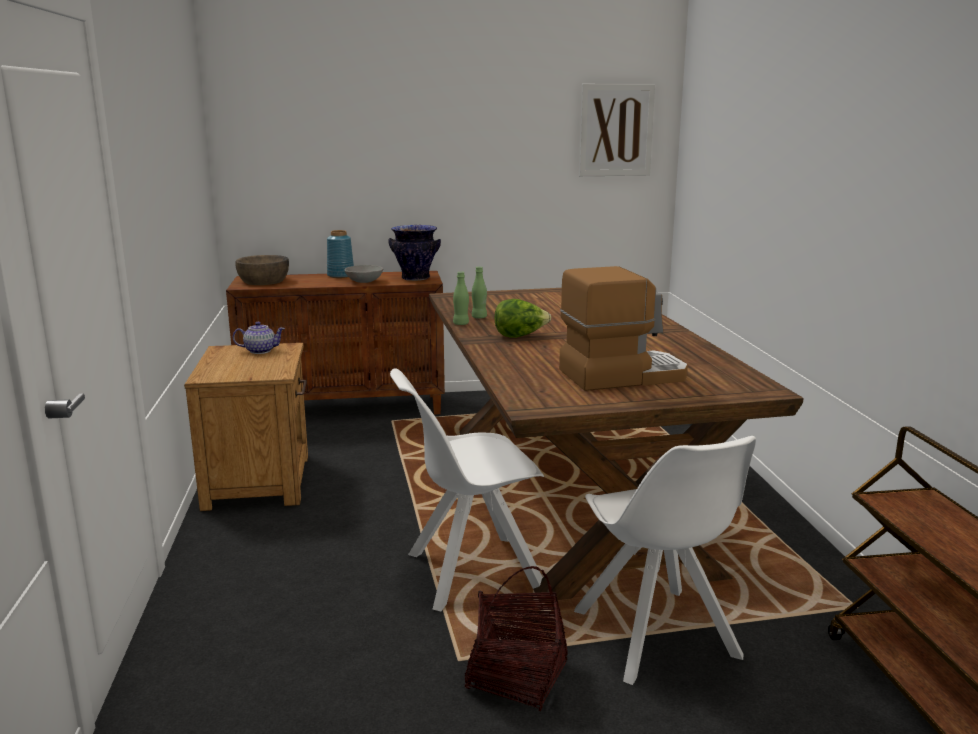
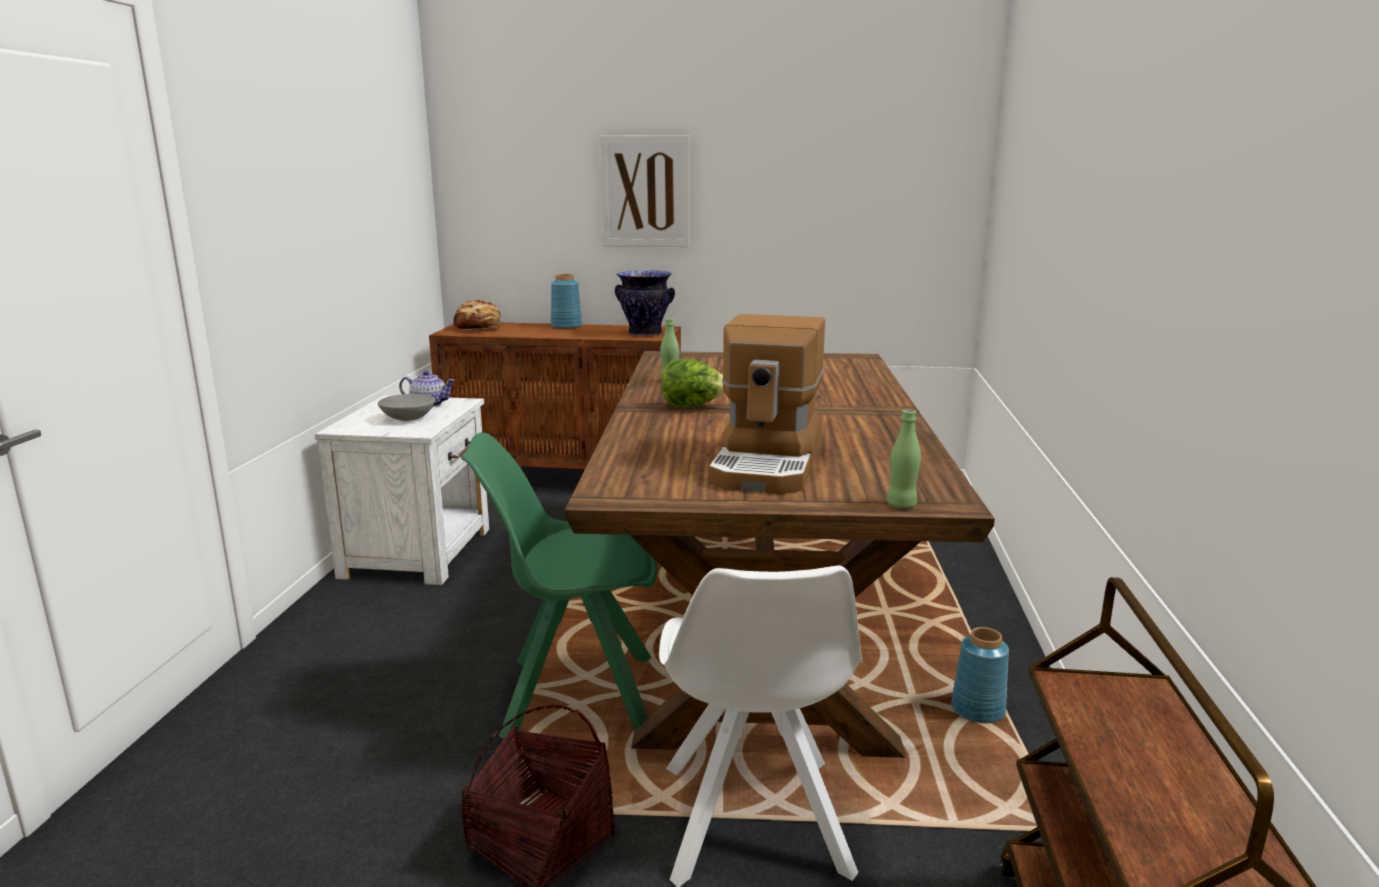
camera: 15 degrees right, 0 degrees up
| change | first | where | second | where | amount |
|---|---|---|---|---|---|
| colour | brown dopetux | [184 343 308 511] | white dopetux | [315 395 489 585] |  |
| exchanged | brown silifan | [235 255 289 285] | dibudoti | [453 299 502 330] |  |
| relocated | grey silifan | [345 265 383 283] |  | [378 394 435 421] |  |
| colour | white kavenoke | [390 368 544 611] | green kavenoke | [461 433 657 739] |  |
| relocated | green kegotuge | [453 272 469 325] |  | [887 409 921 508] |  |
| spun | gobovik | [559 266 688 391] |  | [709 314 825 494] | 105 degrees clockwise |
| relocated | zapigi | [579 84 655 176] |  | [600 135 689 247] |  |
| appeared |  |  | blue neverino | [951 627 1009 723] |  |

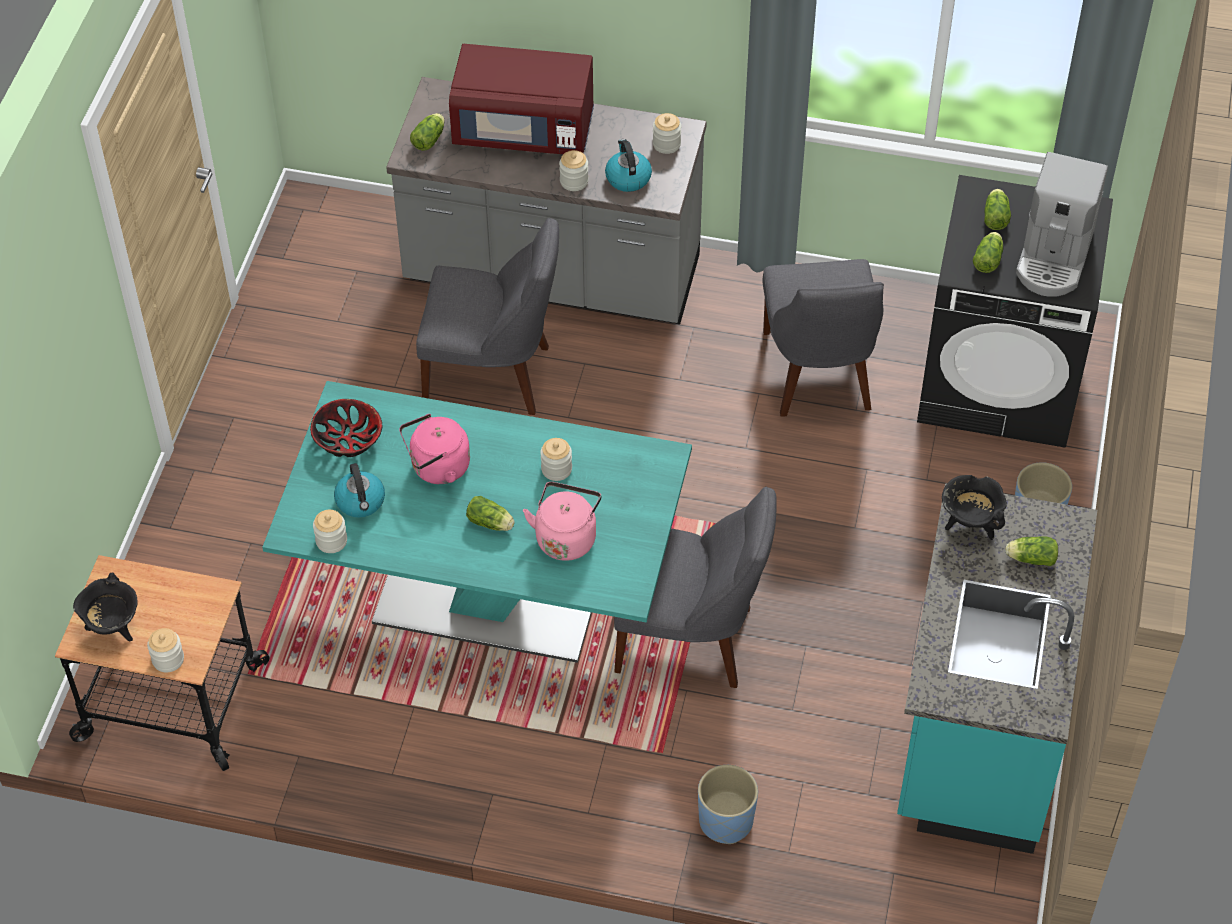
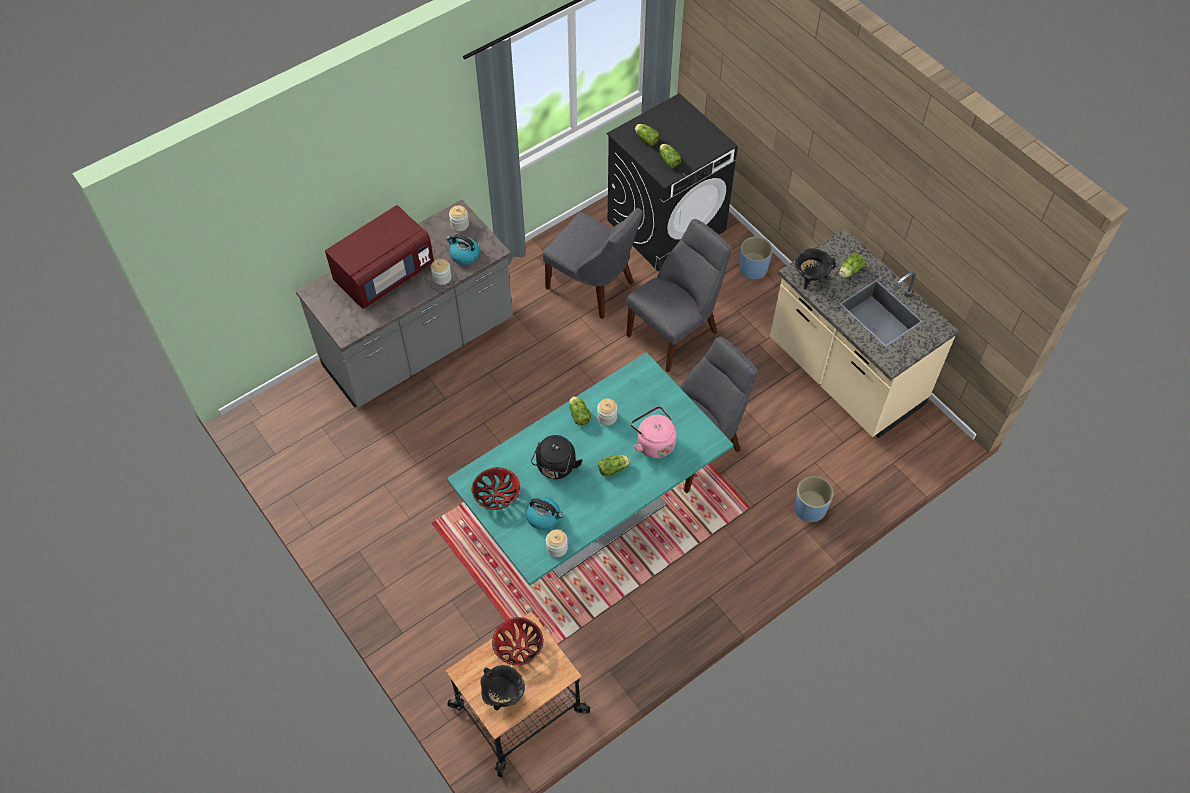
camera: 50 degrees left, 5 degrees up
| change | first | where | second | where | amount |
|---|---|---|---|---|---|
| missing | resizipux | [147 628 184 672] |  |  |  |
| colour | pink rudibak | [399 414 470 484] | black rudibak | [531 435 583 479] |  |
| relocated | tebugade | [410 113 445 151] |  | [569 396 591 426] |  |
| relocated | grey kavenoke | [416 218 559 415] |  | [626 219 731 372] |  |
| colour | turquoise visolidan | [897 483 1097 854] | beige visolidan | [770 229 959 438] |  |
| missing | gobovik | [1016 152 1108 297] |  |  |  |
| appeared |  |  | silifan | [492 617 543 665] |  |

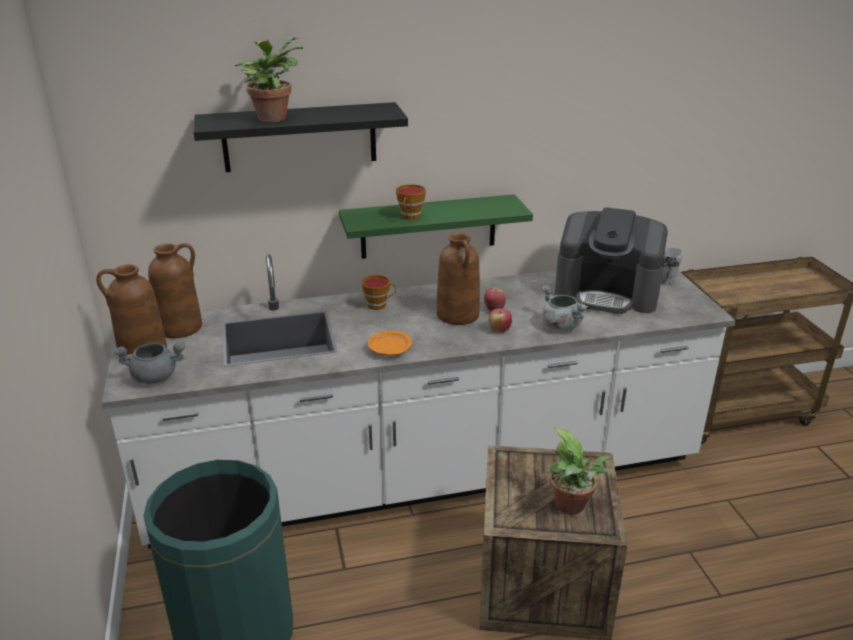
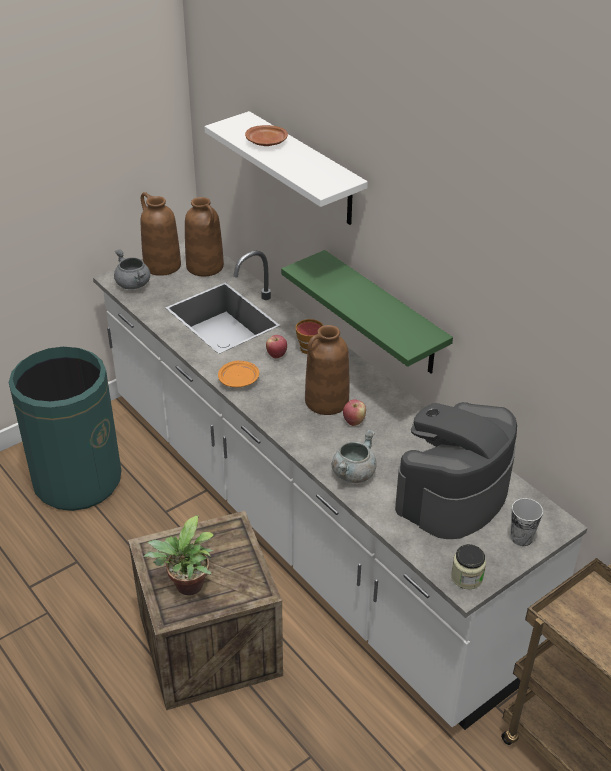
camera: 65 degrees right, 10 degrees up
| change | first | where | second | where | amount |
|---|---|---|---|---|---|
| colour | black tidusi | [194 102 408 172] | white tidusi | [204 111 368 225] |  |
| exchanged | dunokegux | [235 36 303 122] | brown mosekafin | [245 125 288 146] |  |
| missing | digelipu | [396 184 426 220] |  |  |  |
| relocated | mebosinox | [488 308 512 333] |  | [266 335 287 358] |  |
| spun | gobovik | [555 207 668 314] |  | [395 402 517 539] | 45 degrees clockwise |
| appeared |  |  | resizipux | [451 544 486 589] |  |

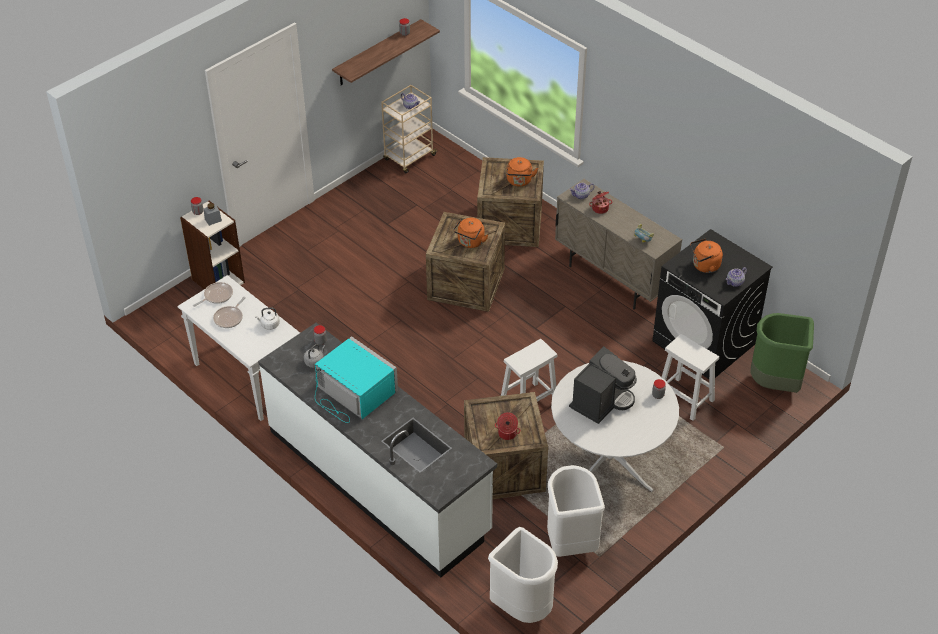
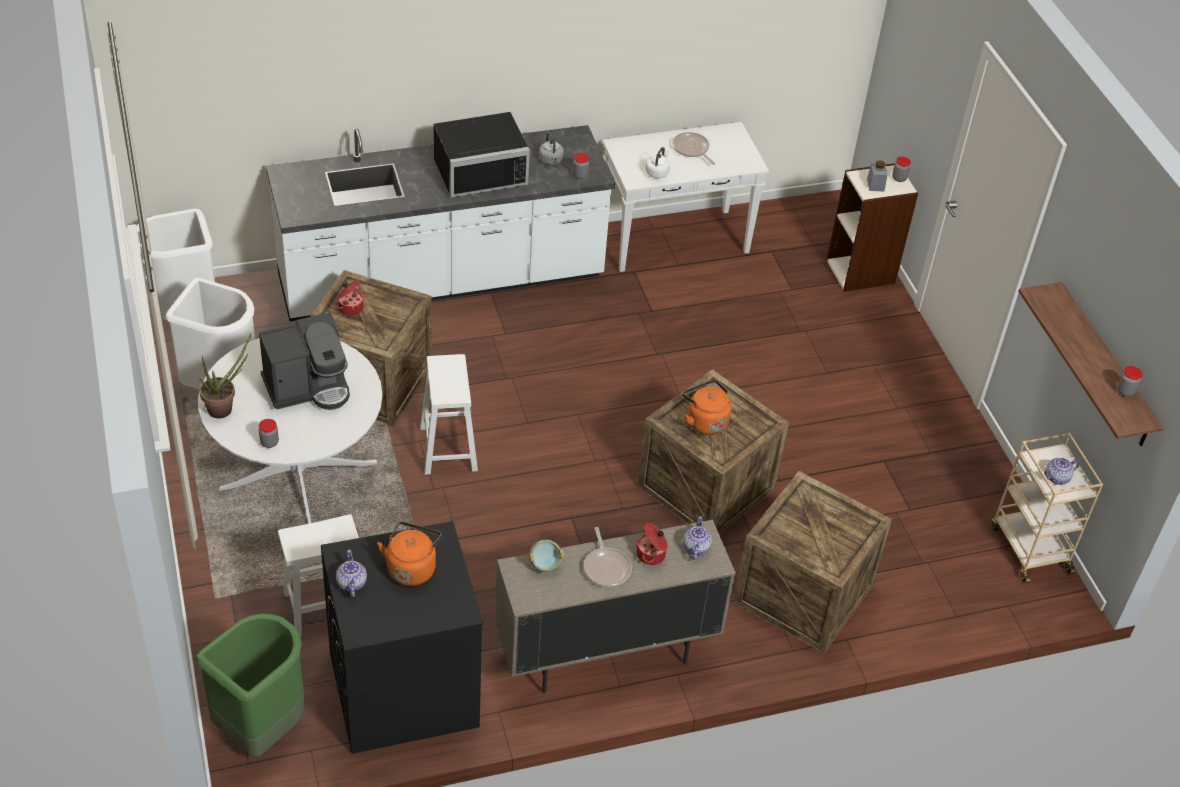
camera: 115 degrees right, 0 degrees up
| change | first | where | second | where | amount |
|---|---|---|---|---|---|
| relocated | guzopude | [193 282 233 307] |  | [584 527 632 587] |  |
| colour | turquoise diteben | [315 336 398 423] | black diteben | [433 112 530 198] |  |
| missing | orange rudibak | [507 157 538 186] |  |  |  |
| spun | gobovik | [569 346 637 424] |  | [259 312 350 410] | 90 degrees counterclockwise |
| appeared |  |  | dunokegux | [200 333 251 418] |  |

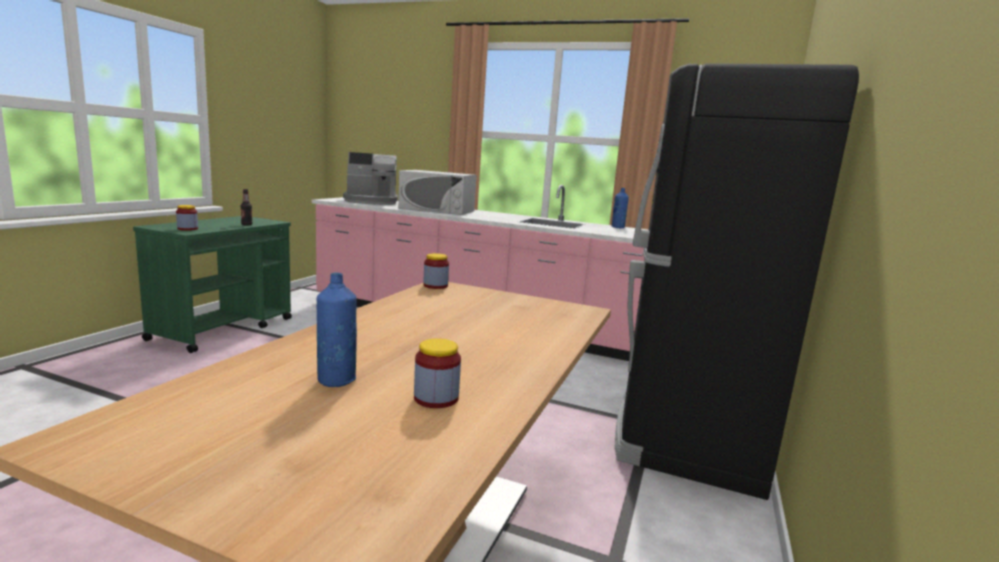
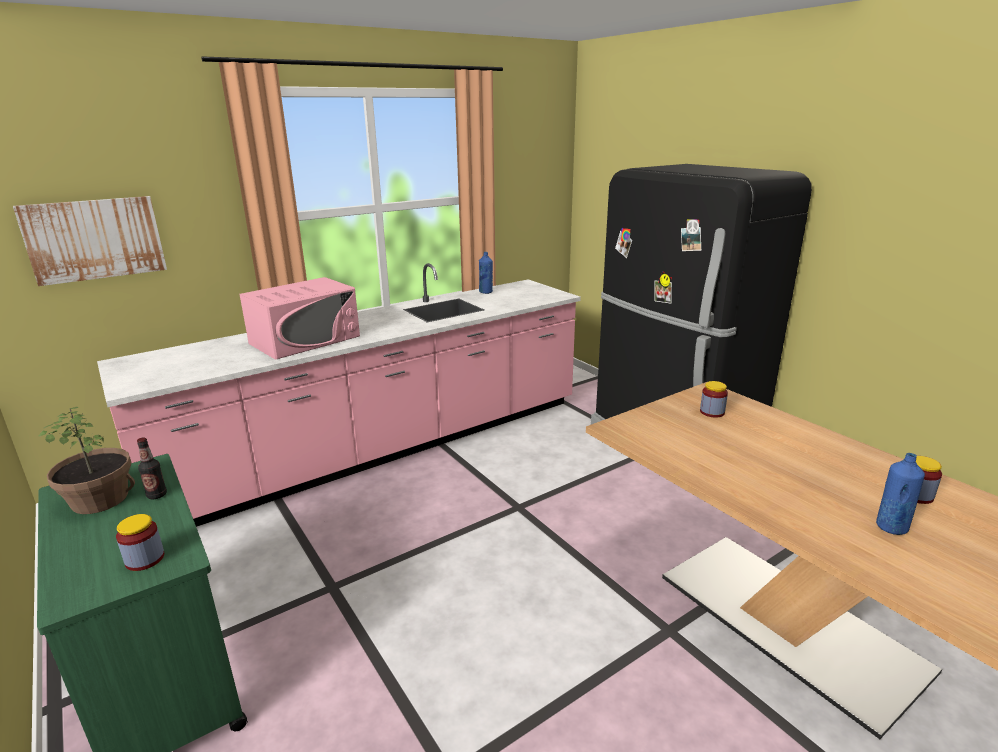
camera: 55 degrees left, 10 degrees up
| change | first | where | second | where | amount |
|---|---|---|---|---|---|
| missing | gobovik | [343 152 398 205] |  |  |  |
| colour | white diteben | [398 170 476 215] | pink diteben | [240 277 360 360] |  |
| relocated | resizipux | [423 253 449 289] |  | [700 381 728 418] |  |
| appeared |  |  | zapigi | [13 196 167 286] |  |
| appeared |  |  | dunokegux | [39 407 135 514] |  |

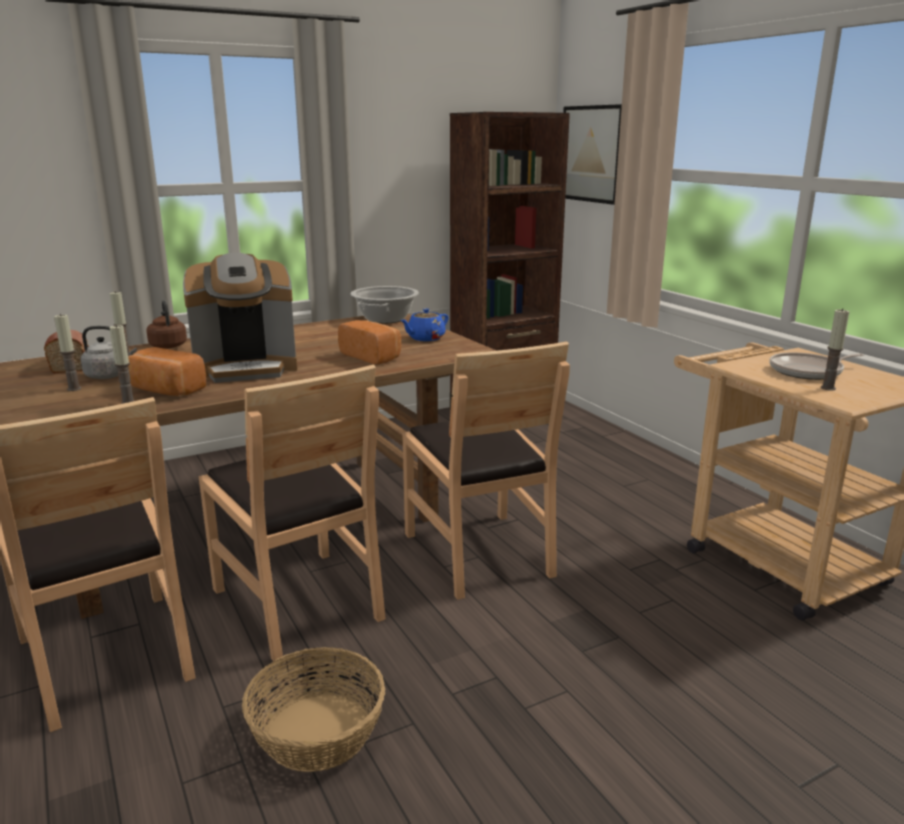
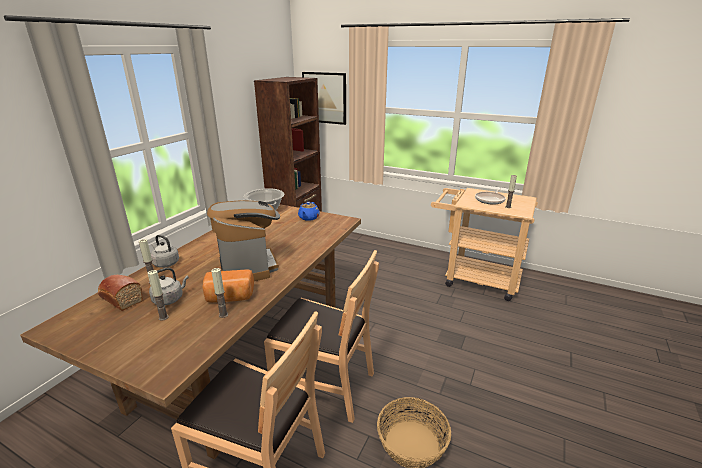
camera: 35 degrees left, 5 degrees up
| change | first | where | second | where | amount |
|---|---|---|---|---|---|
| colour | brown rudibak | [146 300 187 349] | grey rudibak | [151 235 179 268] |  |
| spun | gobovik | [183 253 298 383] |  | [207 200 280 281] | 60 degrees counterclockwise |
| missing | dibudoti | [338 320 401 364] |  |  |  |
| missing | brown kavenoke | [402 342 570 600] |  |  |  |

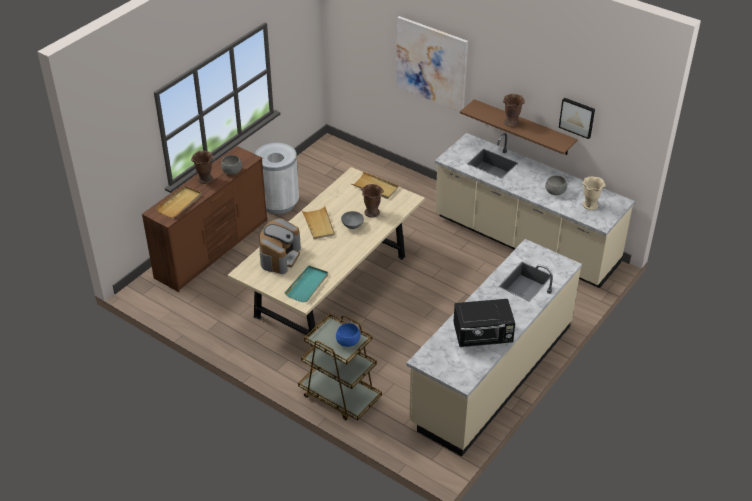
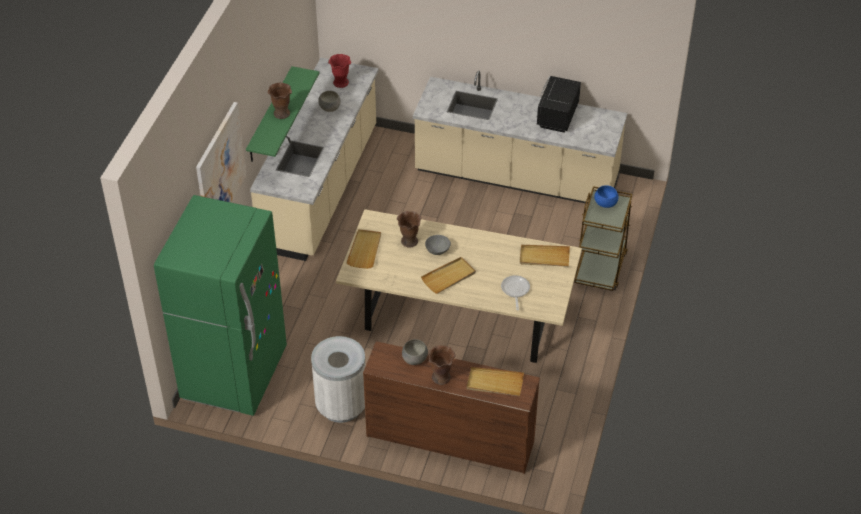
camera: 110 degrees left, 5 degrees up
| change | first | where | second | where | amount |
|---|---|---|---|---|---|
| exchanged | gobovik | [259 218 301 274] | guzopude | [501 275 530 310] |  |
| colour | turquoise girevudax | [285 266 328 302] | beige girevudax | [520 245 570 267] |  |
| spun | black diteben | [453 299 515 347] |  | [537 76 581 132] | 135 degrees counterclockwise |
| colour | brown tidusi | [460 99 577 155] | green tidusi | [246 66 319 162] |  |
| missing | zapigi | [559 98 595 139] |  |  |  |
| colour | beige neverino | [582 176 606 210] | red neverino | [328 54 351 88] |  |
| appeared |  |  | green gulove | [154 195 287 416] |  |

